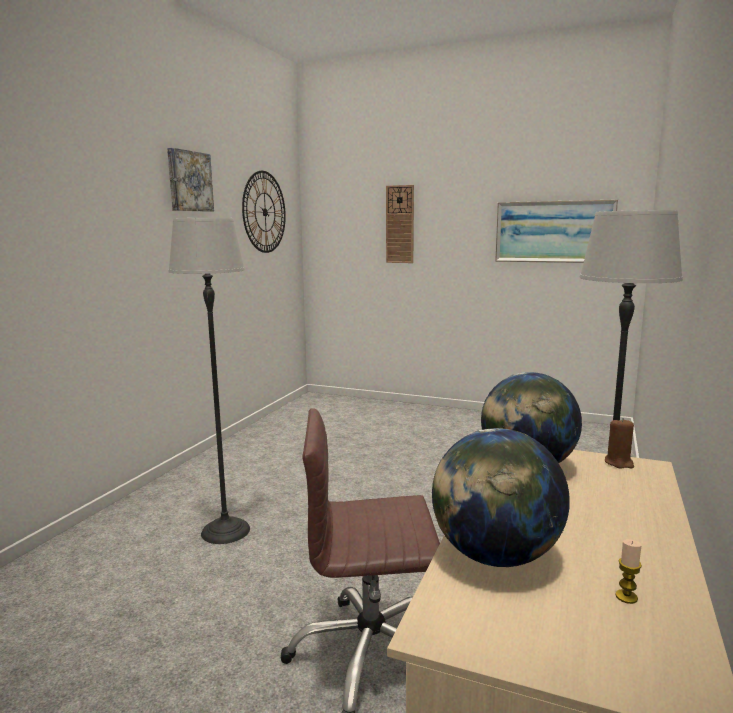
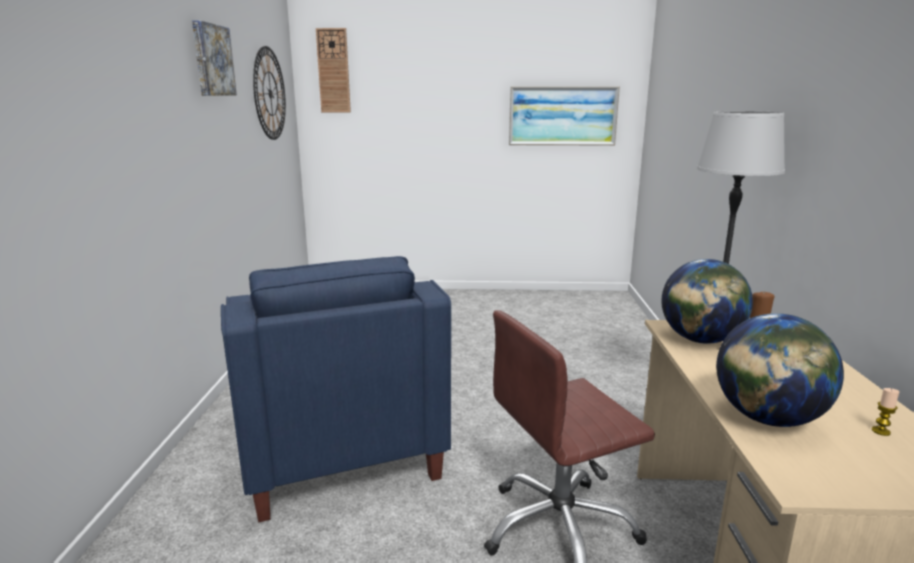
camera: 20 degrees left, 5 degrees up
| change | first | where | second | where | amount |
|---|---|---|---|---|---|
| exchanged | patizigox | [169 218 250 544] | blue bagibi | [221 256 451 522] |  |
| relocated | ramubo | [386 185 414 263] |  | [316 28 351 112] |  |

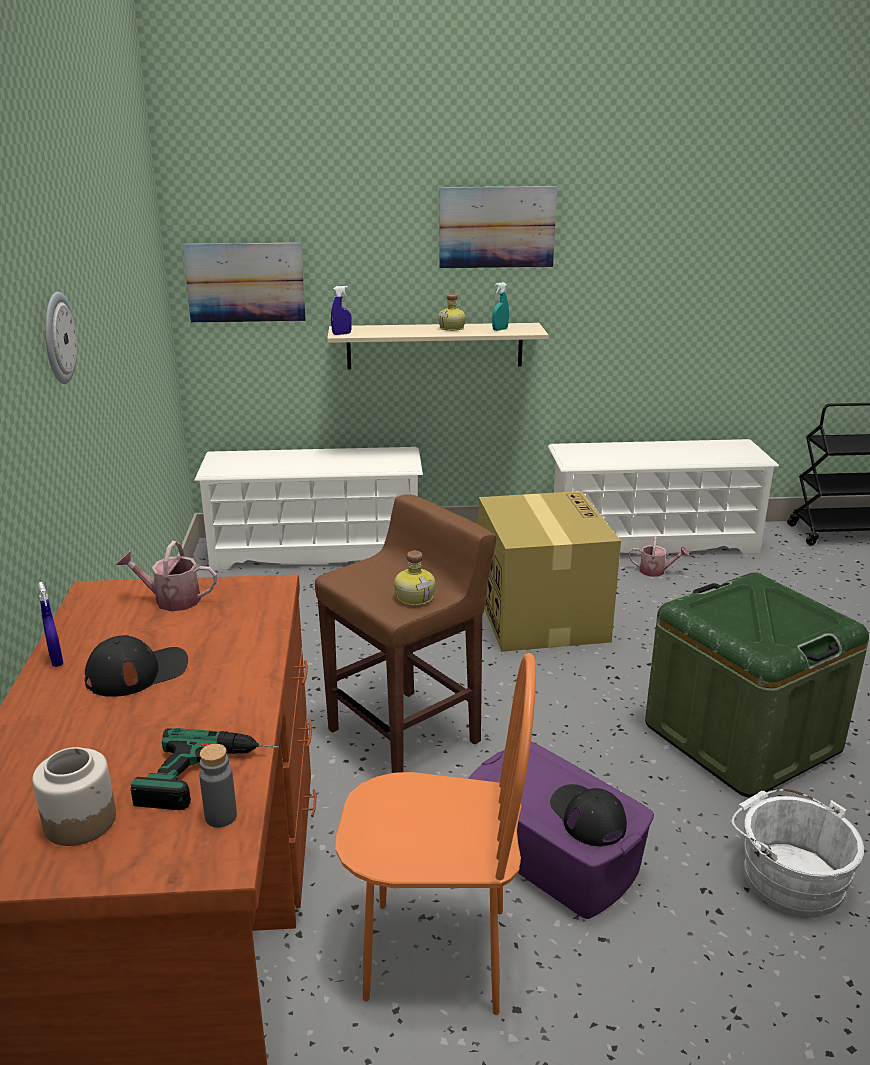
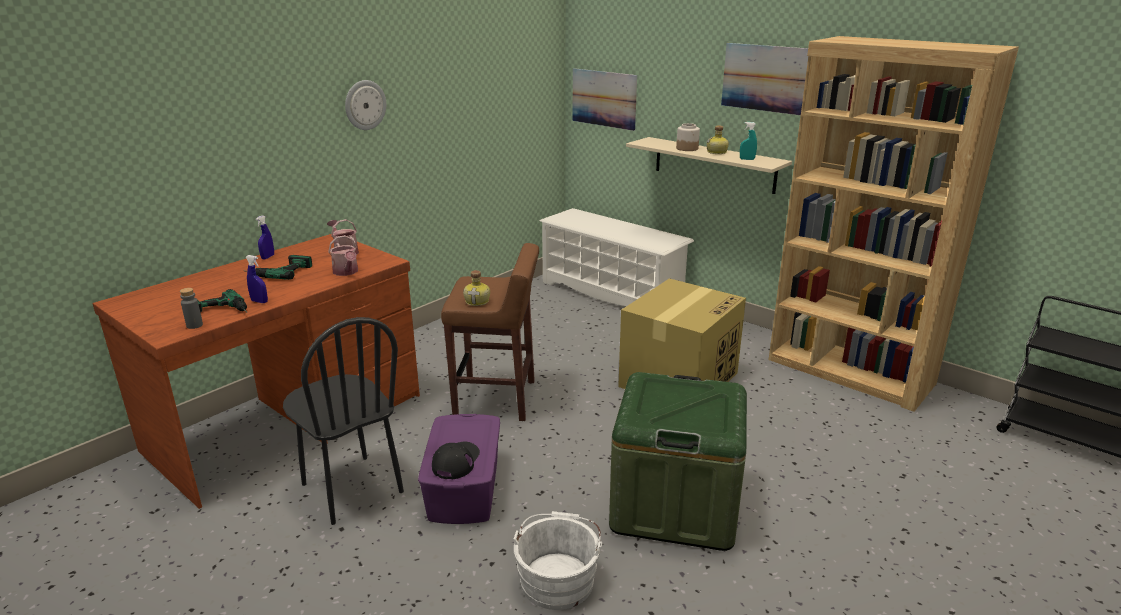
camera: 45 degrees right, 0 degrees up
| change | first | where | second | where | amount |
|---|---|---|---|---|---|
| relocated | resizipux | [32 747 116 846] |  | [676 123 700 151] |  |
| exchanged | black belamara | [85 635 188 697] | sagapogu | [246 255 312 280] |  |
| relocated | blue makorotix | [331 286 352 335] |  | [245 255 268 303] |  |
| colour | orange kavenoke | [335 653 536 1015] | black kavenoke | [283 317 404 525] |  |
| exchanged | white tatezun | [548 439 779 554] | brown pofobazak | [769 36 1019 412] |  |
| relocated | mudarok | [629 536 689 577] |  | [328 235 358 276] |  |

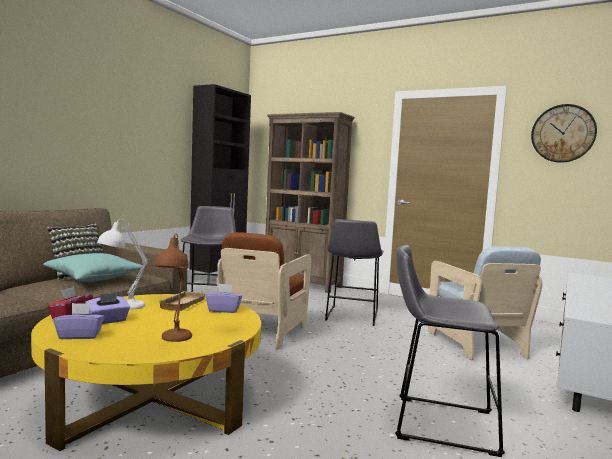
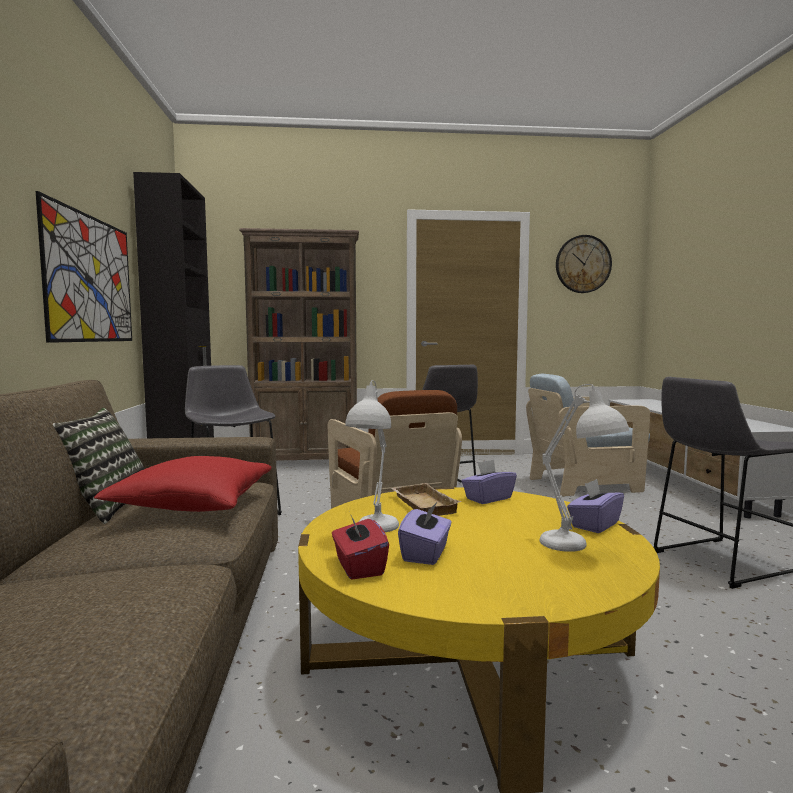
camera: 35 degrees left, 0 degrees up
| change | first | where | second | where | amount |
|---|---|---|---|---|---|
| colour | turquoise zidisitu | [43 253 142 282] | red zidisitu | [94 456 271 512] |  |
| relocated | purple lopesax | [53 303 104 339] |  | [567 479 624 533] |  |
| colour | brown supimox | [155 233 192 342] | white supimox | [540 384 629 552] |  |
| spun | beige bagibi | [428 246 543 360] |  | [526 374 650 496] | 120 degrees clockwise |
| appeared |  |  | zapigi | [36 191 132 343] |  |

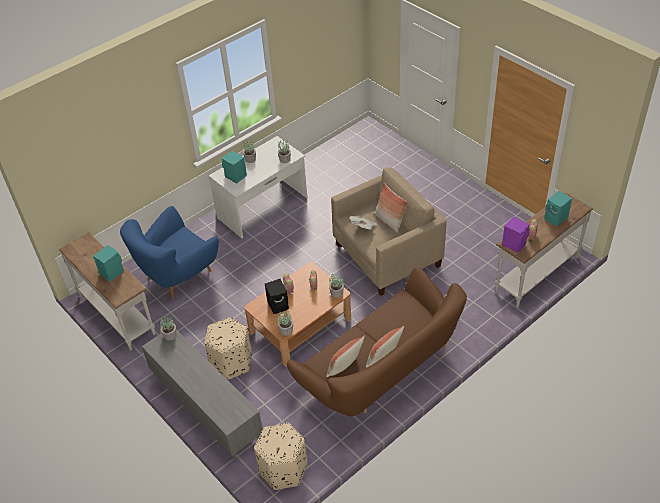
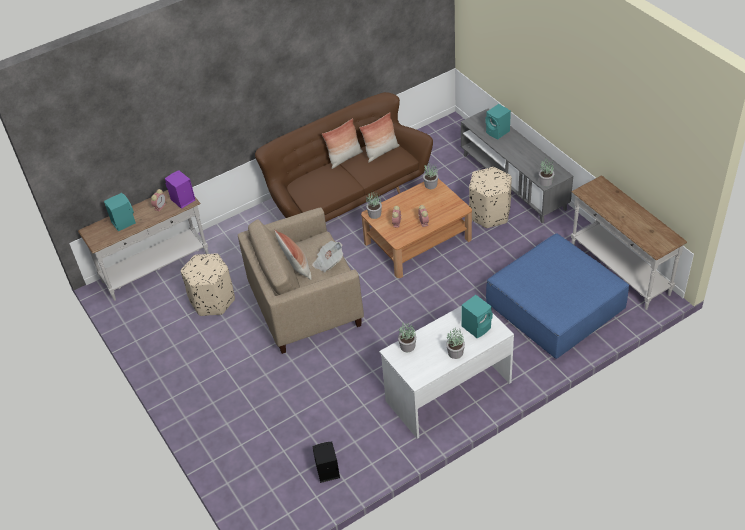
camera: 170 degrees left, 0 degrees up
| change | first | where | second | where | amount |
|---|---|---|---|---|---|
| relocated | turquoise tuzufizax | [93 245 124 282] |  | [485 104 511 139] |  |
| exchanged | blue bagibi | [120 206 219 298] | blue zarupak | [486 233 629 359] |  |
| relocated | beige zarupak | [254 423 307 490] |  | [181 253 235 316] |  |
| relocated | black tuzufizax | [265 279 289 314] |  | [312 442 340 483] |  |

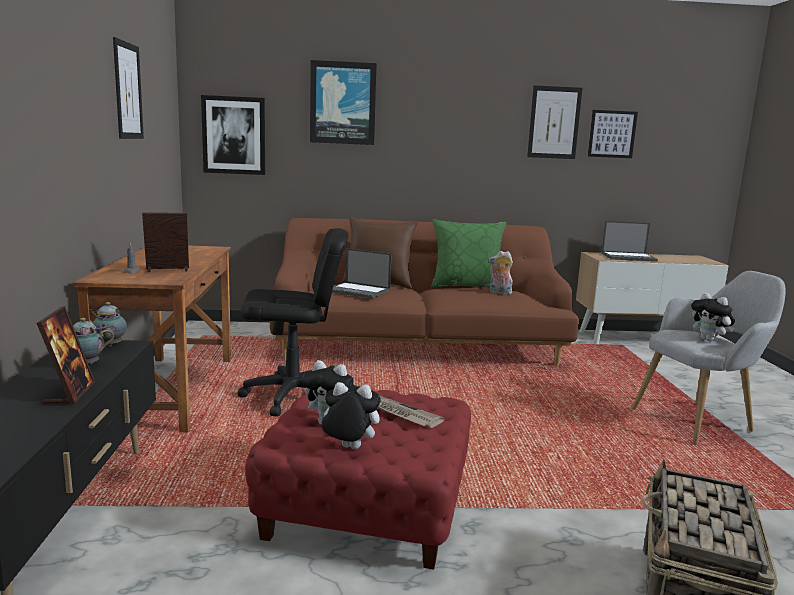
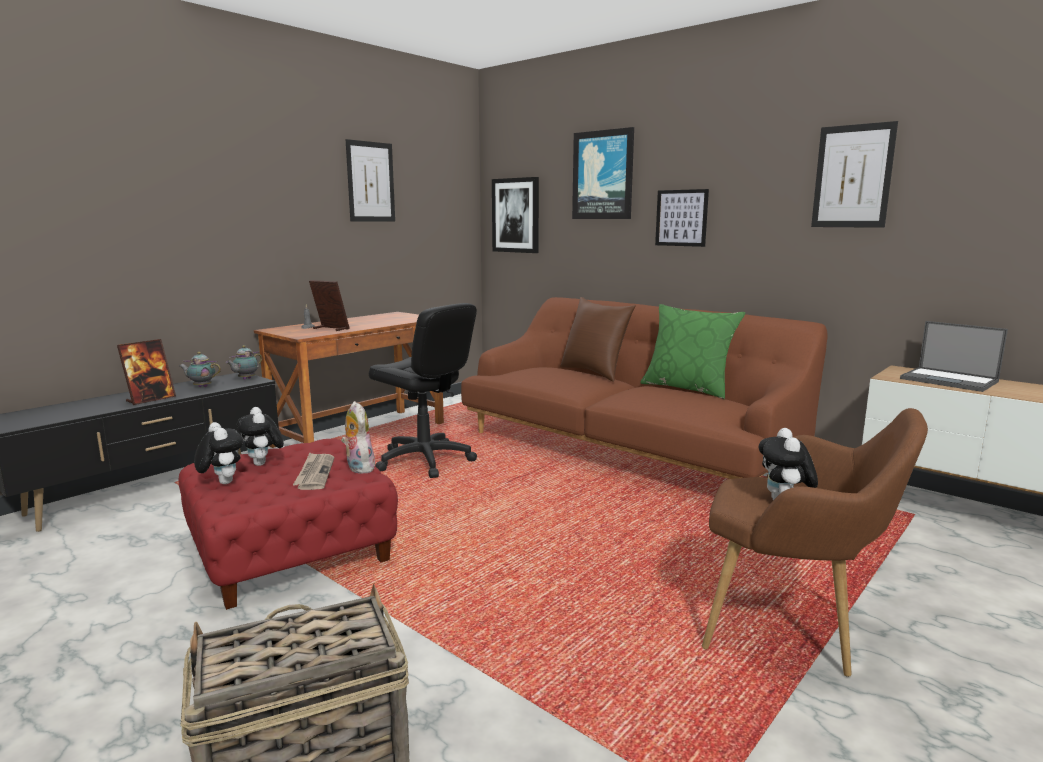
camera: 45 degrees right, 0 degrees up
| change | first | where | second | where | amount |
|---|---|---|---|---|---|
| missing | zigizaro | [332 248 391 298] |  |  |  |
| relocated | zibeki | [488 251 513 295] |  | [341 401 375 474] |  |
| relocated | zapigi | [588 110 638 158] |  | [655 189 709 247] |  |
| colour | grey bagibi | [632 271 786 445] | brown bagibi | [702 408 928 677] |  |

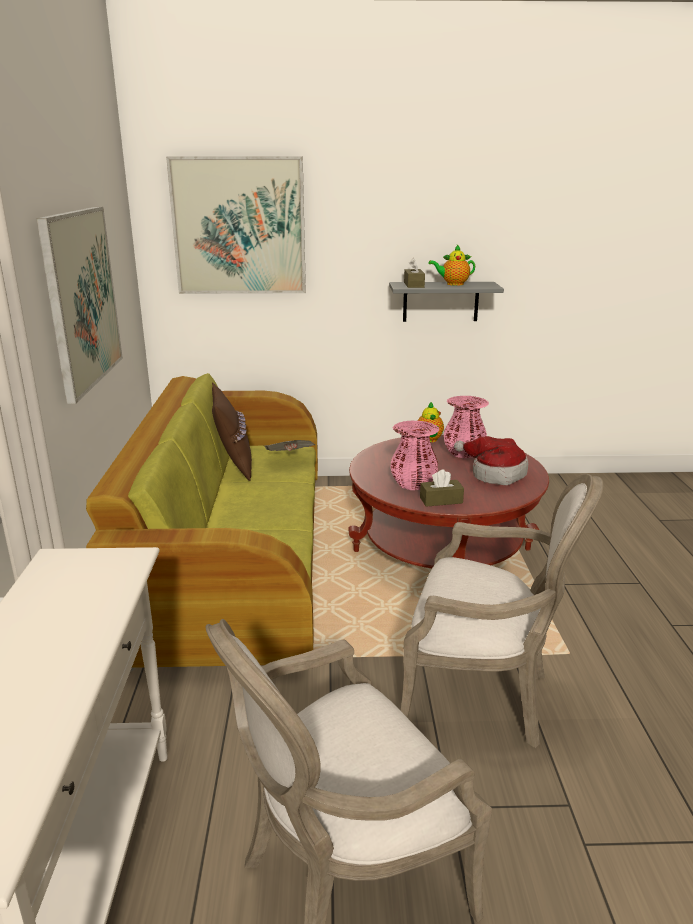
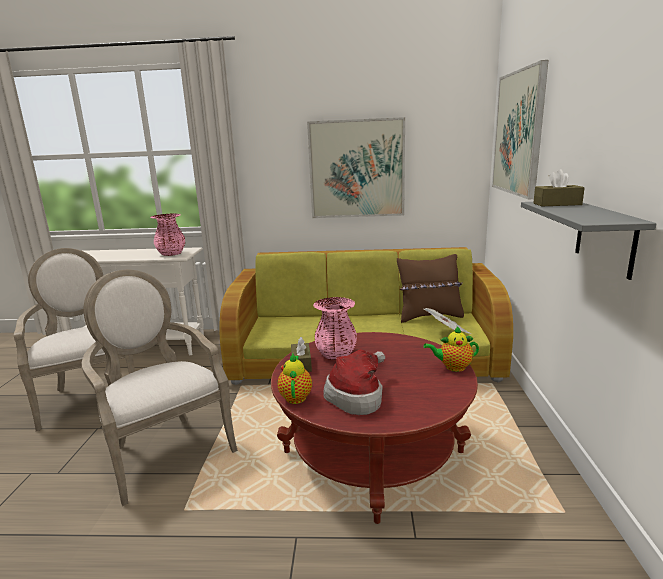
camera: 95 degrees right, 5 degrees down
| change | first | where | second | where | amount |
|---|---|---|---|---|---|
| spun | bagibi | [401 474 604 748] |  | [82 270 238 506] | 120 degrees clockwise |
| relocated | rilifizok | [428 245 475 286] |  | [277 354 312 404] |  |
| relocated | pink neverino | [444 396 489 458] |  | [150 214 185 256] |  |

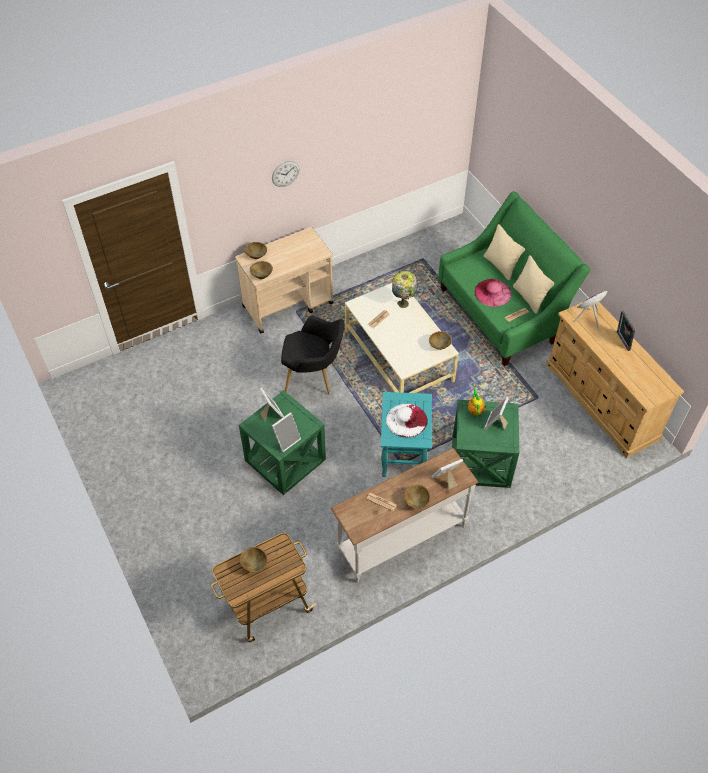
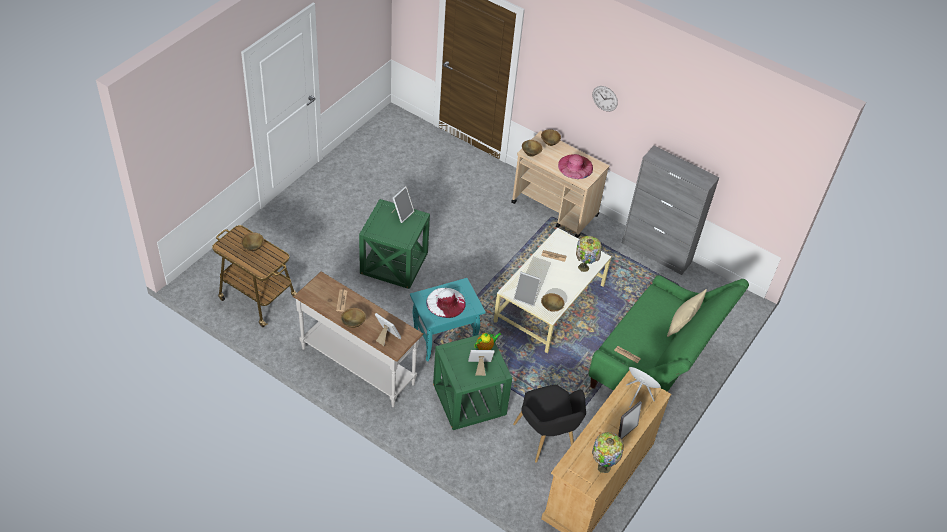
camera: 60 degrees right, 5 degrees down
| change | first | where | second | where | amount |
|---|---|---|---|---|---|
| relocated | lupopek | [272 412 301 452] |  | [514 272 541 307] |  |
| relocated | black bagibi | [281 316 344 395] |  | [513 385 586 463] |  |
| relocated | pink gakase | [475 279 512 307] |  | [558 154 593 179] |  |
| missing | beige zidisitu | [513 255 554 314] |  |  |  |
| appeared |  |  | supimox | [592 432 624 473] |  |
| appeared |  |  | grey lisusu | [622 145 719 275] |  |

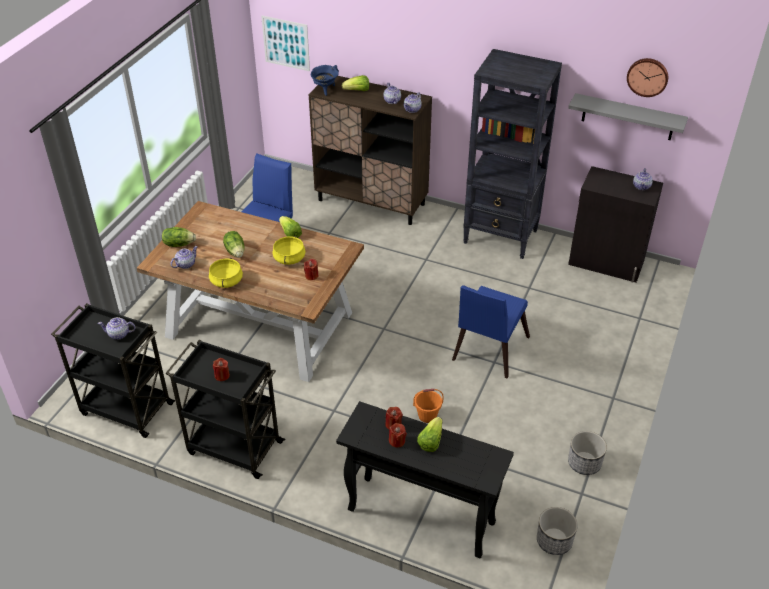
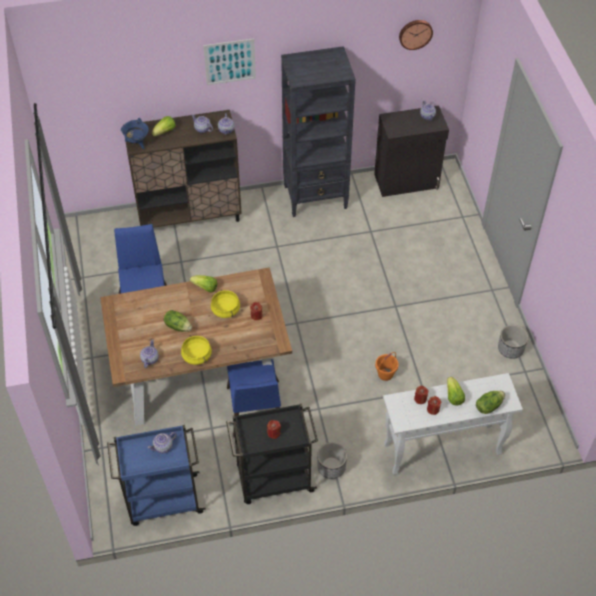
camera: 35 degrees left, 10 degrees up
| change | first | where | second | where | amount |
|---|---|---|---|---|---|
| colour | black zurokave | [51 303 175 438] | blue zurokave | [107 425 206 526] |  |
| relocated | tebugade | [162 227 196 247] |  | [476 391 505 414] |  |
| relocated | zapigi | [261 16 310 71] |  | [203 39 256 85] |  |
| colour | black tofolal | [336 401 514 558] | white tofolal | [383 373 523 475] |  |
| relocated | blue kavenoke | [452 285 530 378] |  | [227 359 281 437] |  |
| relocated | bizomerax | [537 507 578 555] |  | [317 442 347 479] |  |
| missing | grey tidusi | [568 93 688 140] |  |  |  |

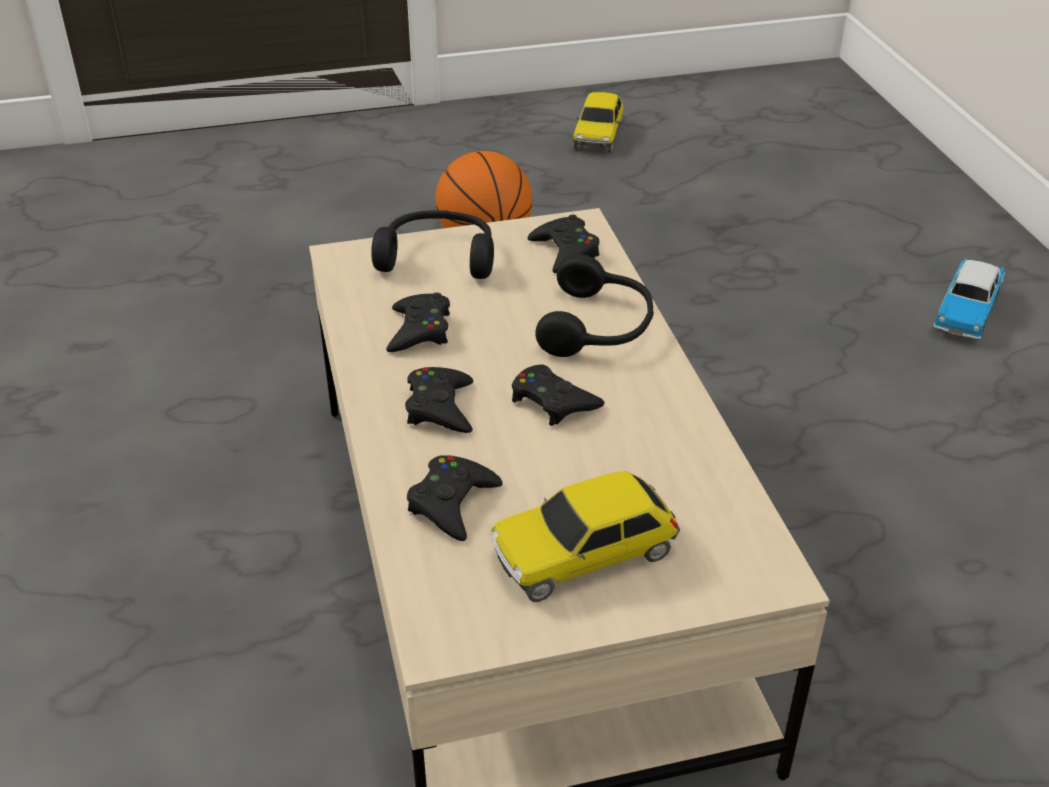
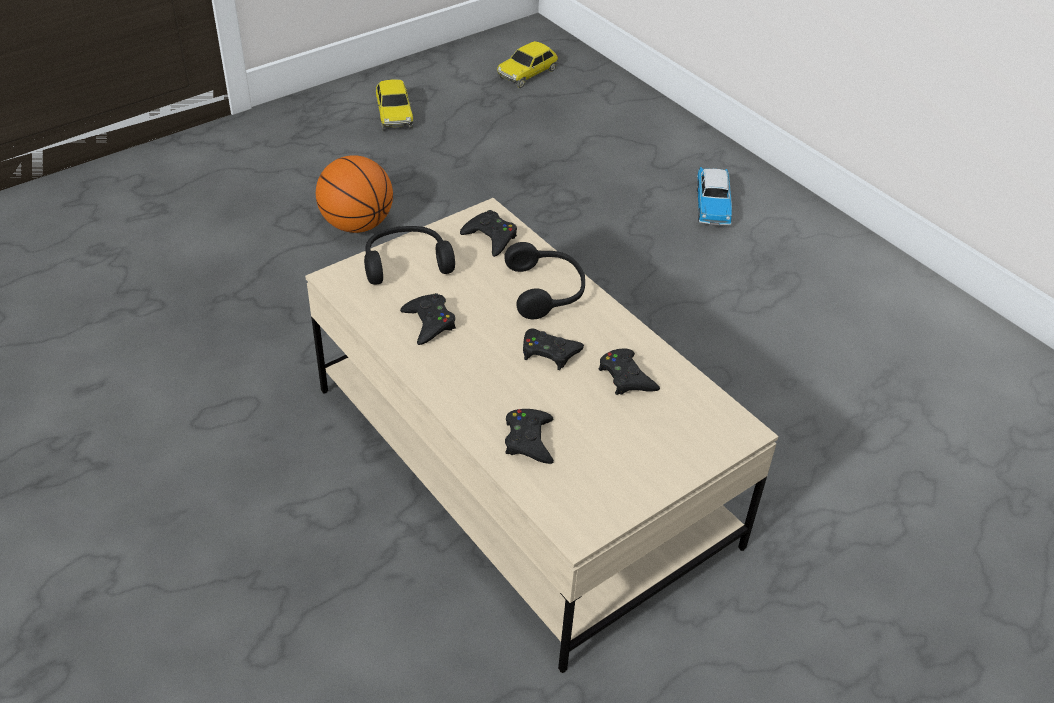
camera: 25 degrees left, 5 degrees up
| change | first | where | second | where | amount |
|---|---|---|---|---|---|
| relocated | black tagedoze | [405 367 473 433] |  | [599 349 660 395] |  |
| relocated | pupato | [491 471 680 602] |  | [497 41 558 88] |  |

